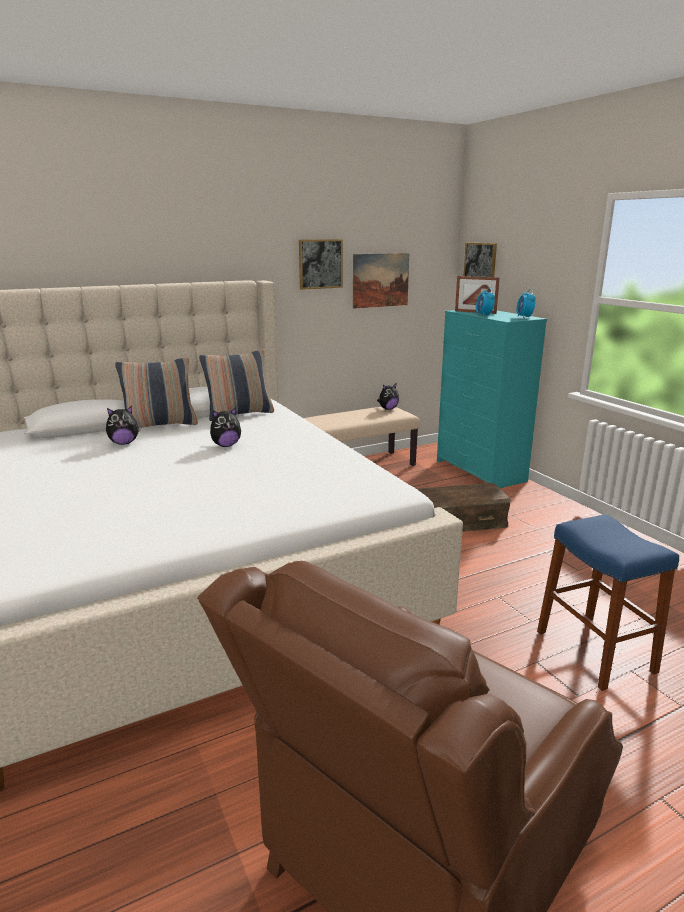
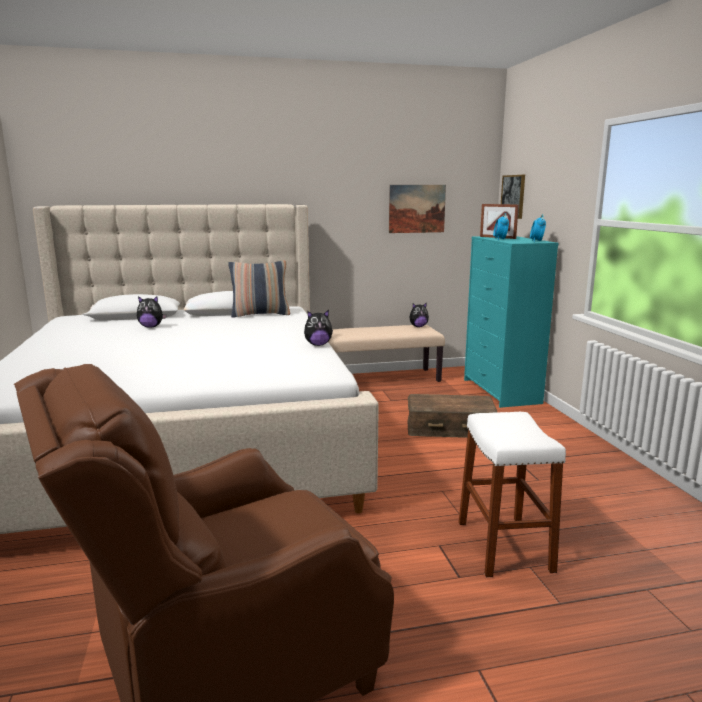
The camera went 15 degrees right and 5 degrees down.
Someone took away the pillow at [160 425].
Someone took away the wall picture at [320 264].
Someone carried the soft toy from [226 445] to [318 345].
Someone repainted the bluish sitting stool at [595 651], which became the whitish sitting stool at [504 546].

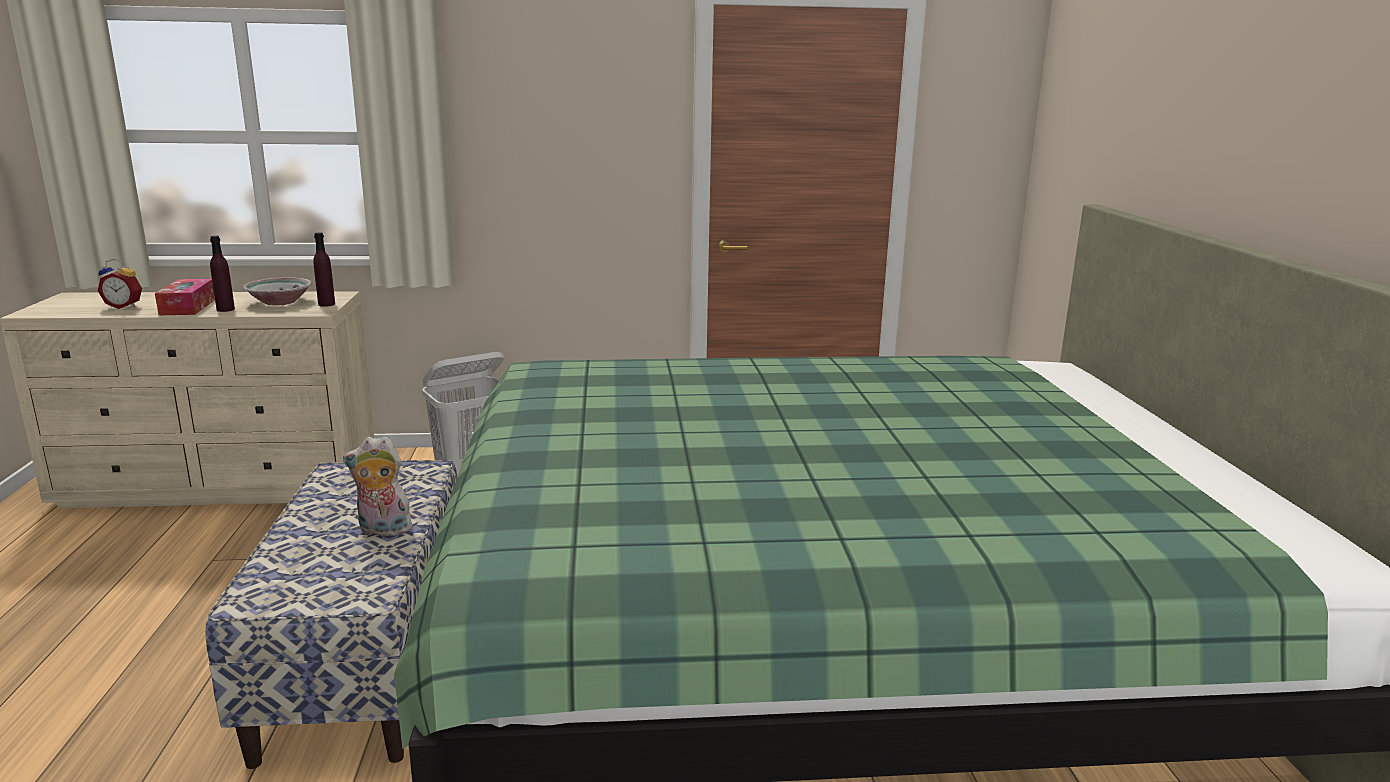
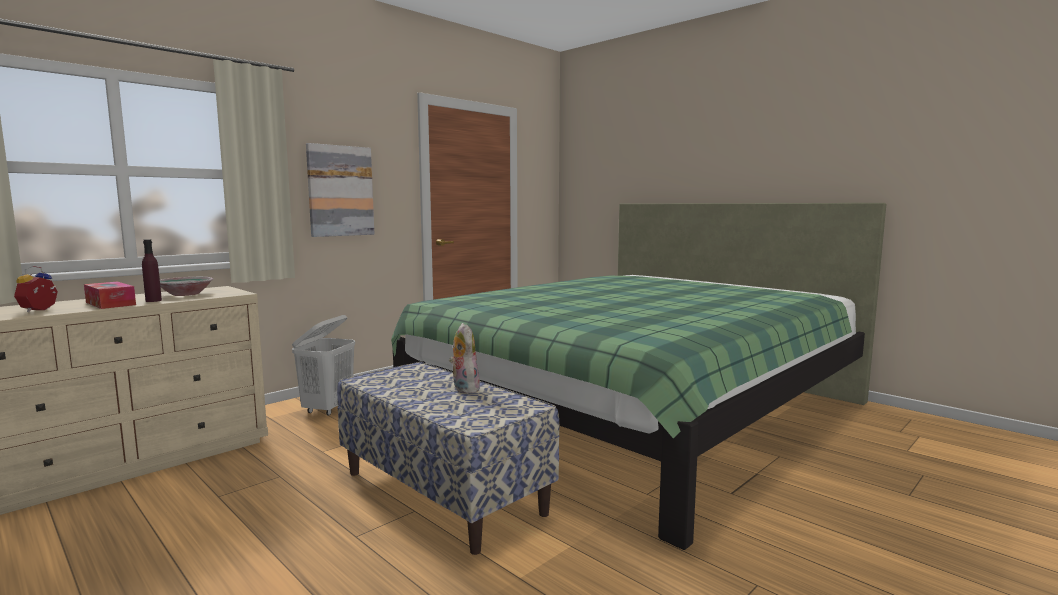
The camera went 40 degrees left and 10 degrees down.
Someone took away the purple-coloured drink bottle at [326 304].
Someone put up the wall picture at [340 191].
Someone rotated the table clock at [125 306] by 135 degrees clockwise.
Someone rotated the soft toy at [382 530] by 105 degrees clockwise.

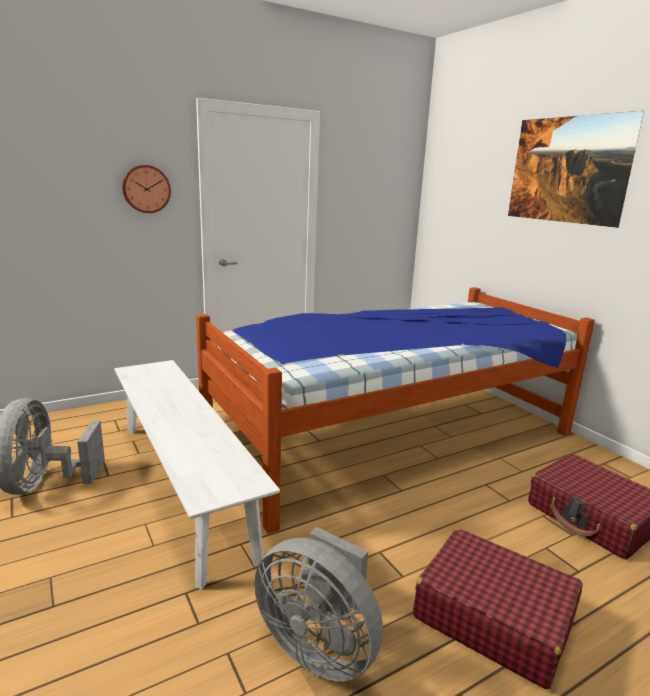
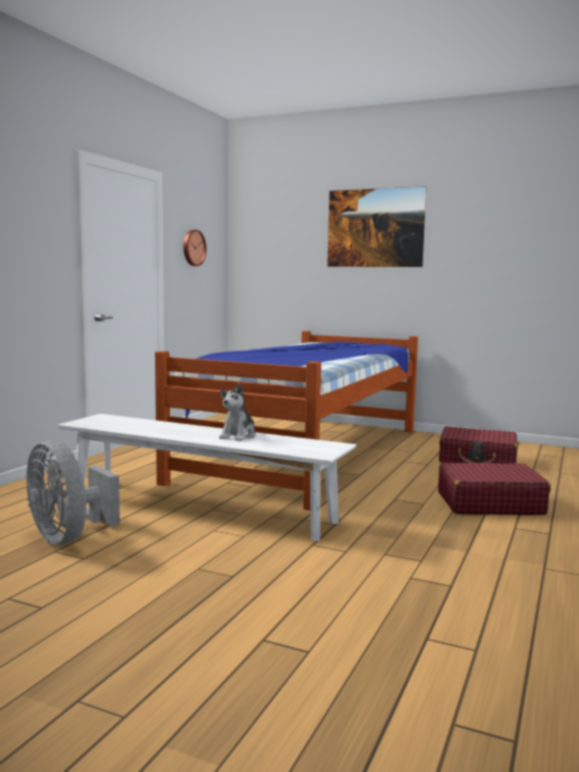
The camera went 35 degrees left and 10 degrees down.
Someone took away the gray electric fan at [319 646].
Someone put down the soft toy at [238 436].
Someone carried the clock on the wall from [146 189] to [193 248].

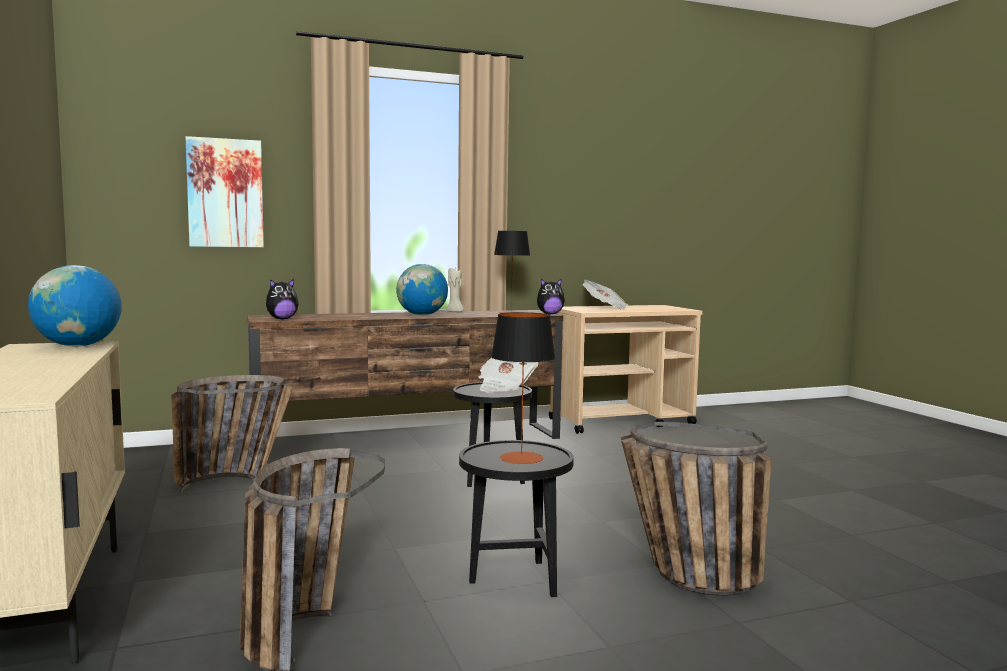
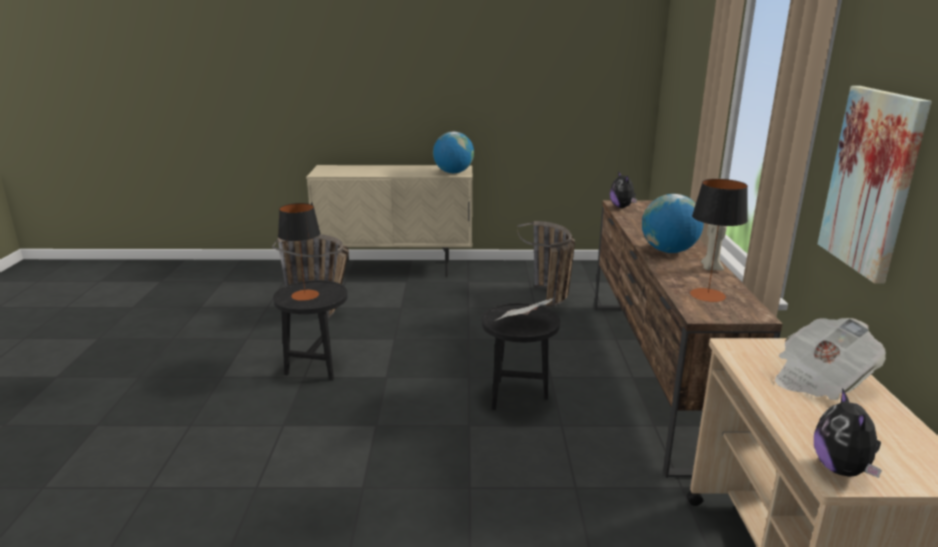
The camera went 110 degrees right and 15 degrees up.
Someone took away the storage basket at [681 575].
Someone carried the wall picture from [225 193] to [872 181].
Someone carried the soft toy from [549 314] to [842 469].

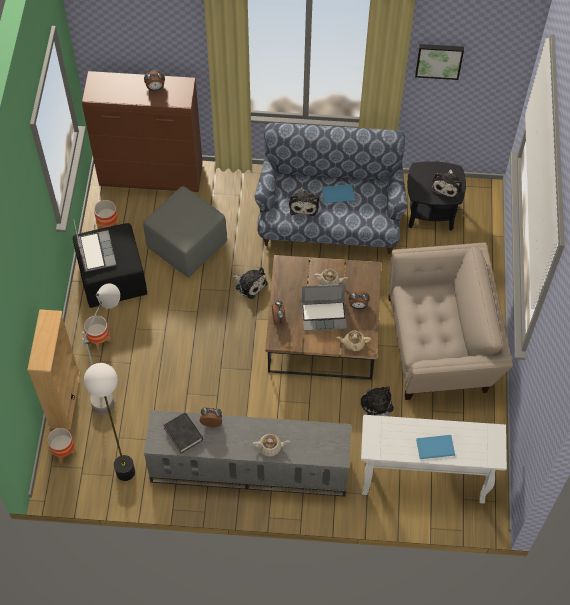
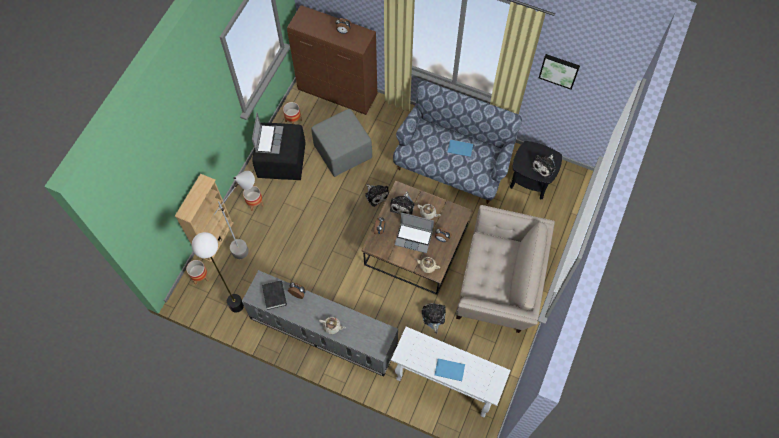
The camera went 20 degrees right and 5 degrees up.
Someone carried the soft toy from [304 204] to [403 206].

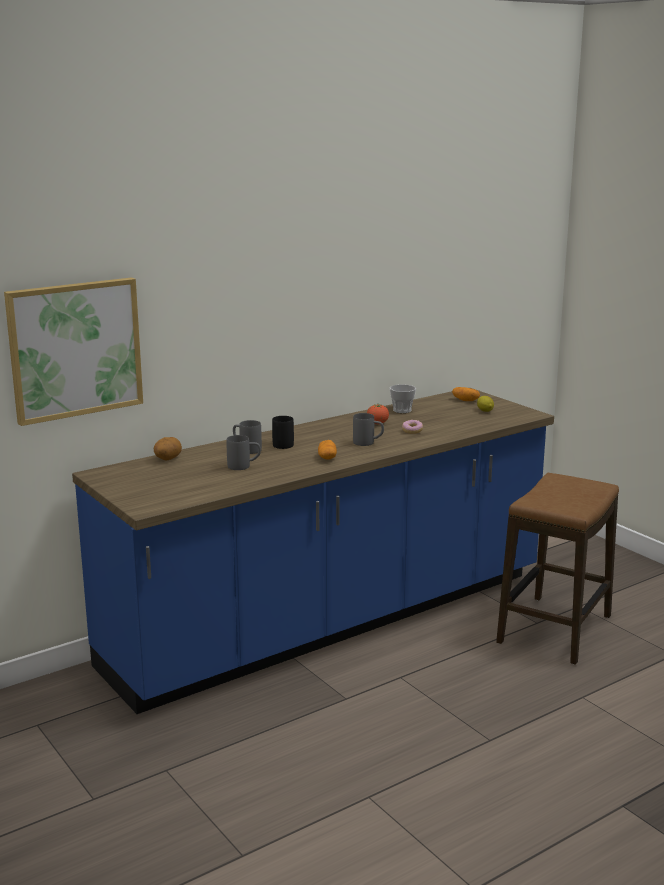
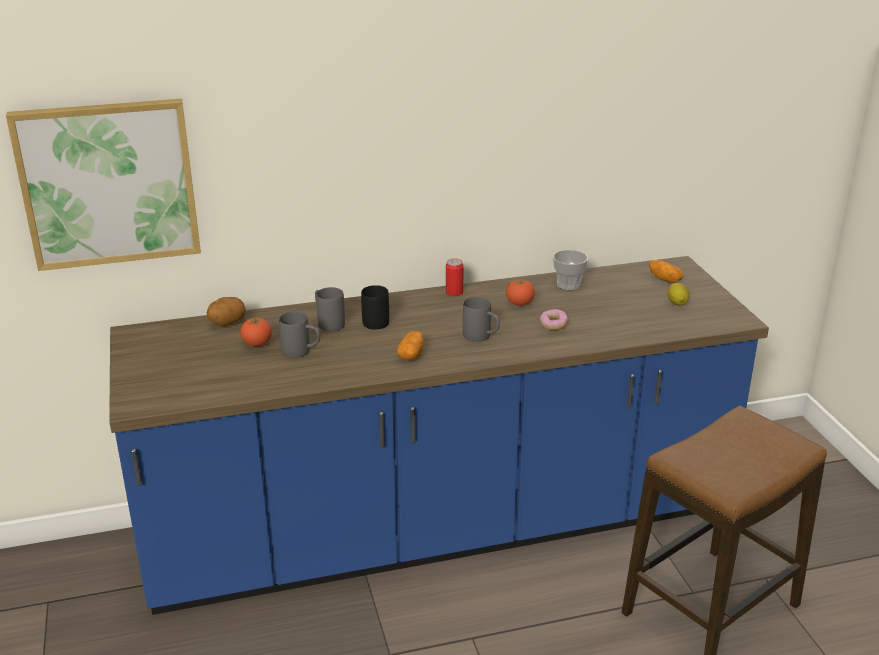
The camera went 20 degrees right and 10 degrees up.
Someone put down the whole tomato at [257 344].
Someone put down the can at [454 292].

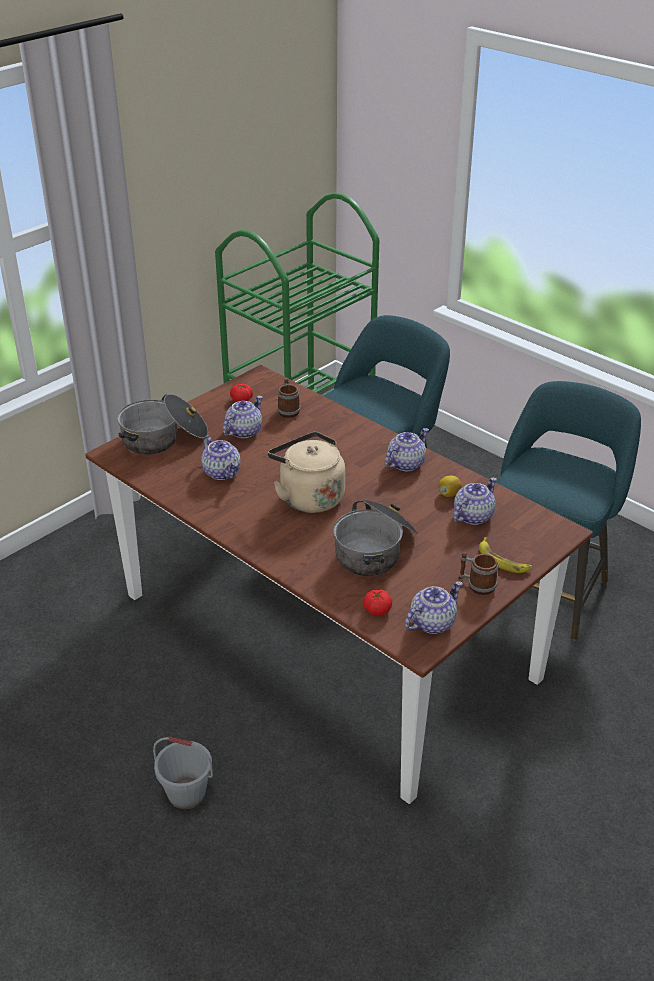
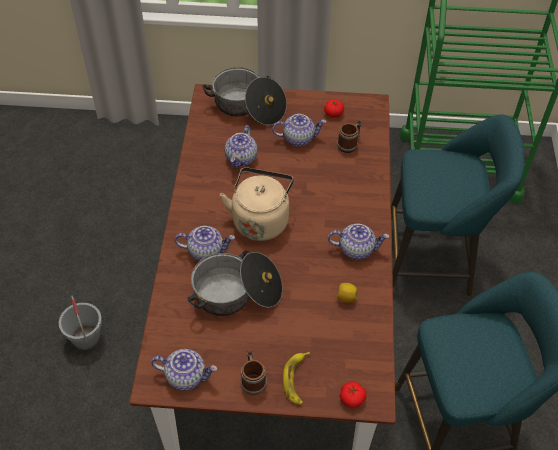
The camera went 50 degrees right and 15 degrees up.
Someone carried the whole tomato from [377 610] to [352 399].
Someone carried the pot for tea from [473 516] to [206 251].

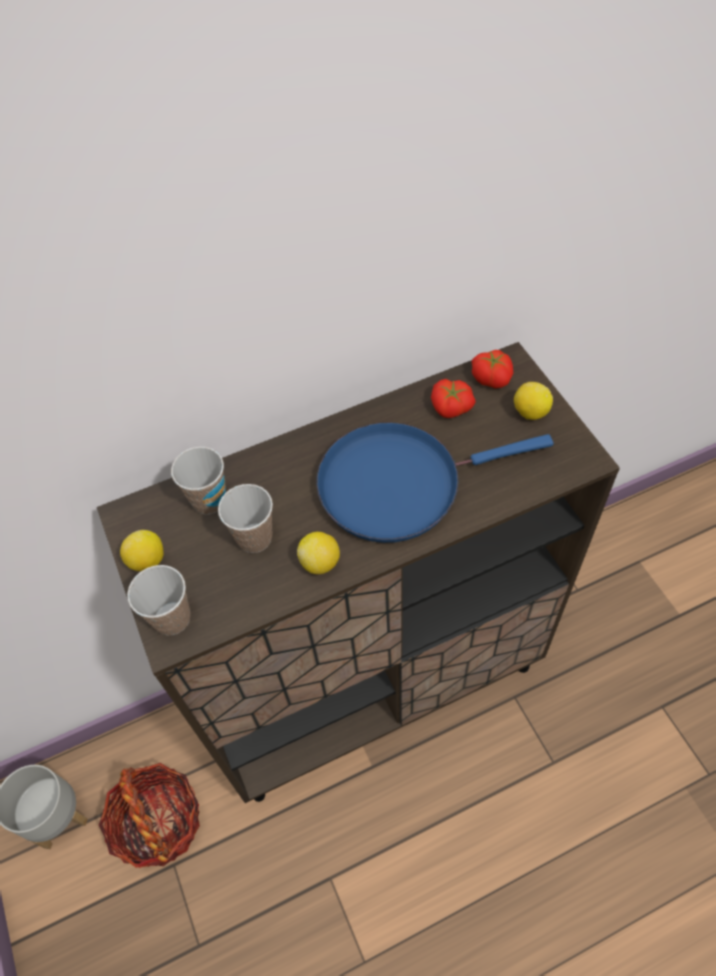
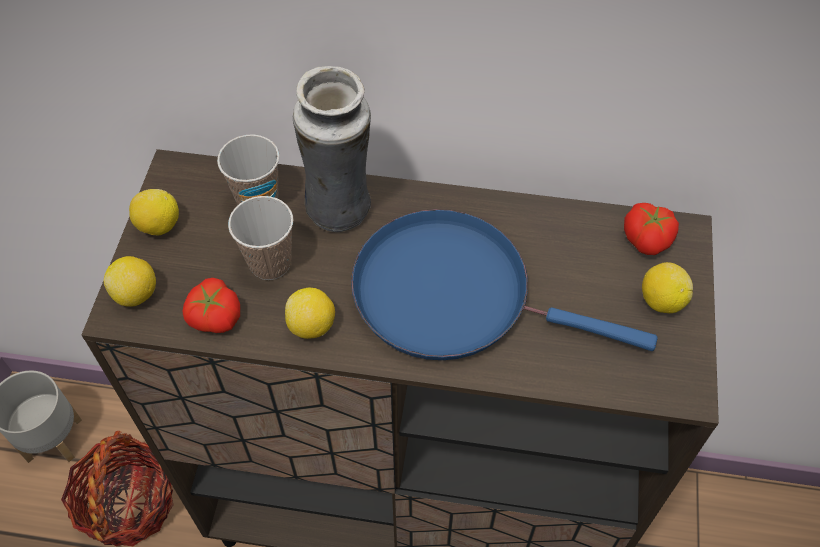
The camera went 30 degrees right and 0 degrees up.
Someone put down the vase at [340 210].
Someone carried the whole tomato from [450 408] to [214 317].
Someone swapped the cup at [172 618] for the citrus fruit at [137 294].

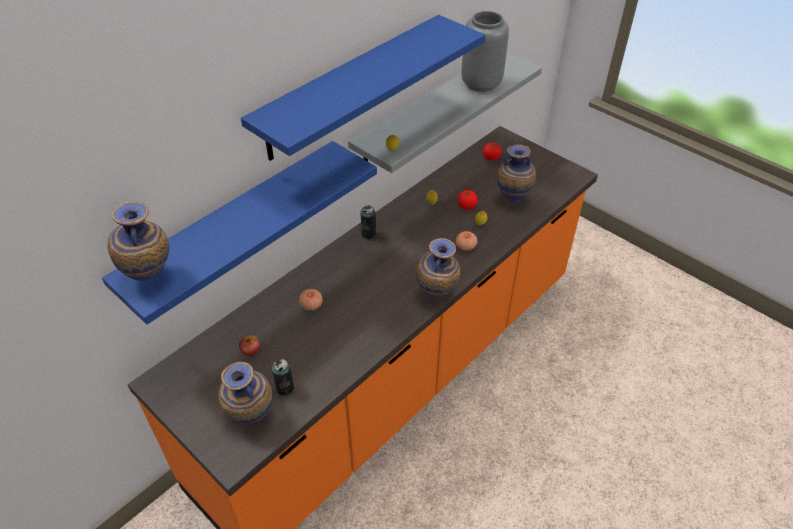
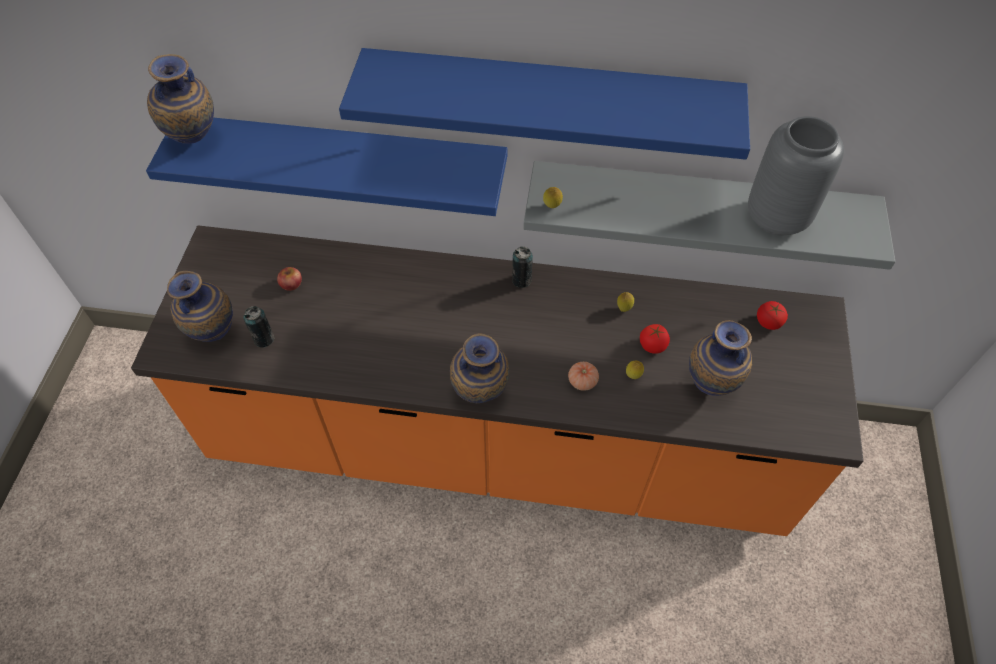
The camera went 55 degrees right and 10 degrees up.
Someone took away the whole tomato at [311 305].

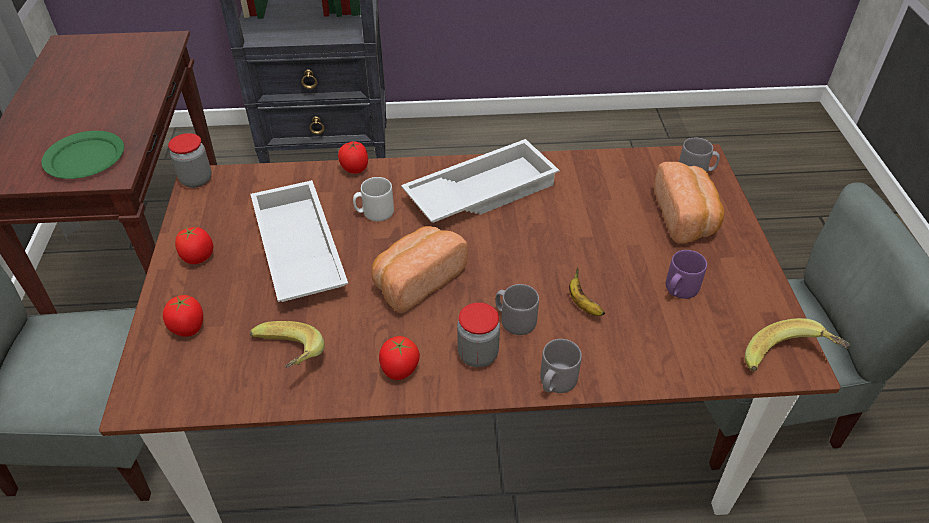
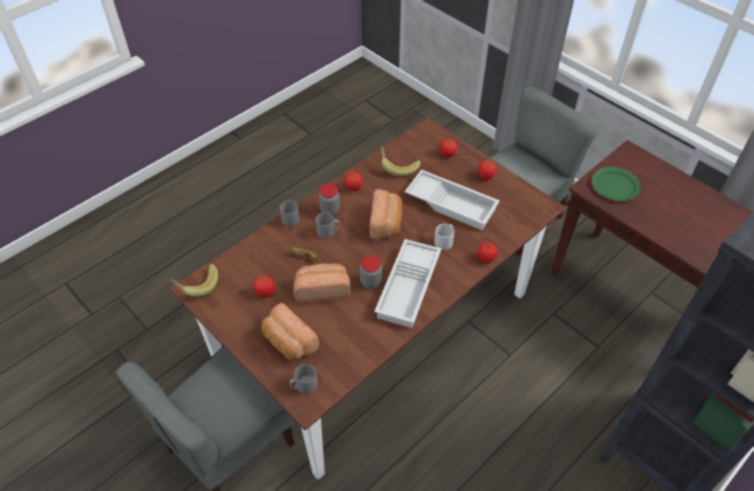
The camera went 140 degrees right and 5 degrees up.
Someone put down the bread at [322 289].
Someone carried the jar from [196 180] to [371 282].
Someone swapped the purple-coloured coffee mug at [679 289] for the whole tomato at [265 292].

